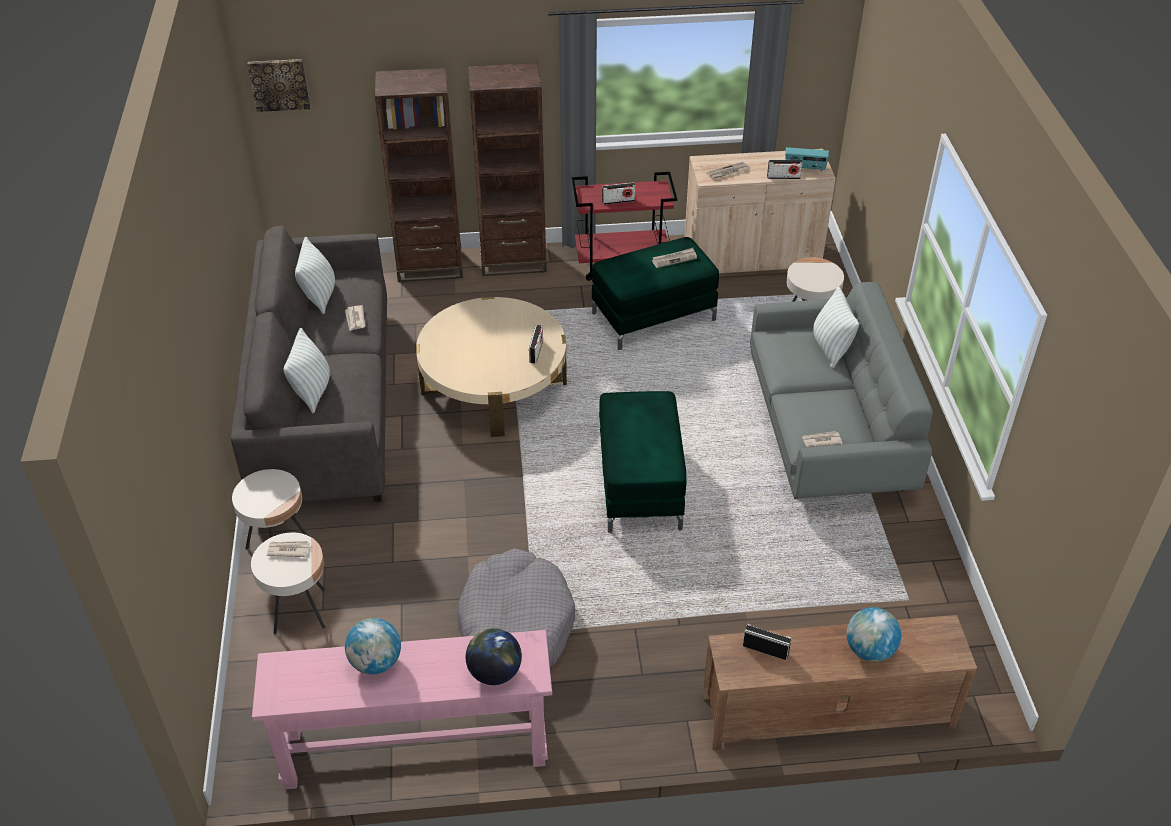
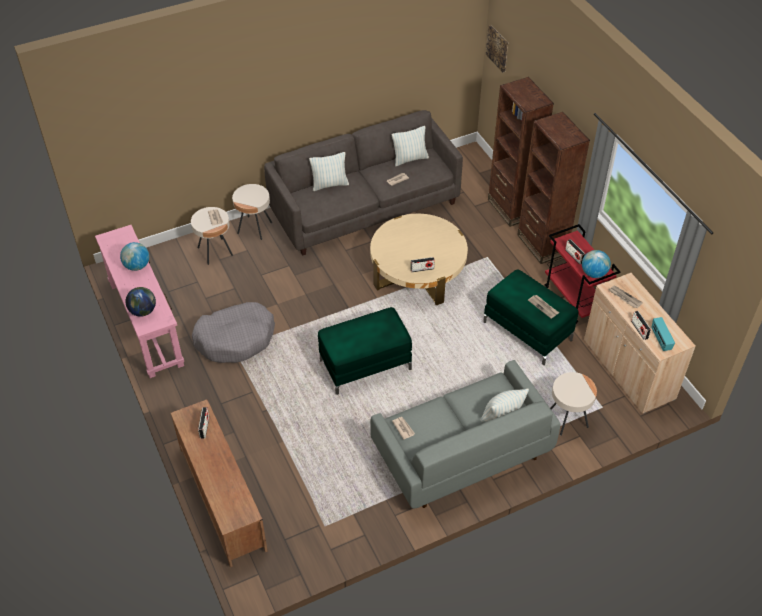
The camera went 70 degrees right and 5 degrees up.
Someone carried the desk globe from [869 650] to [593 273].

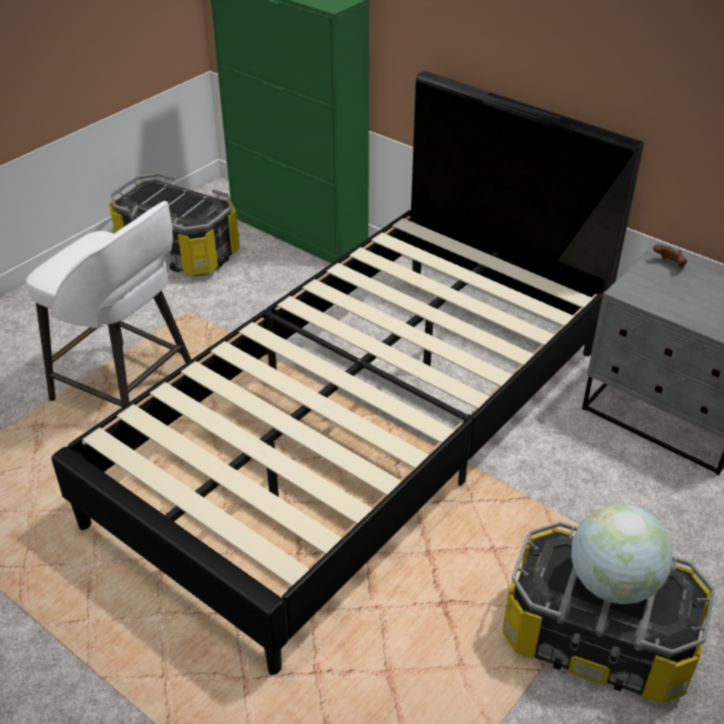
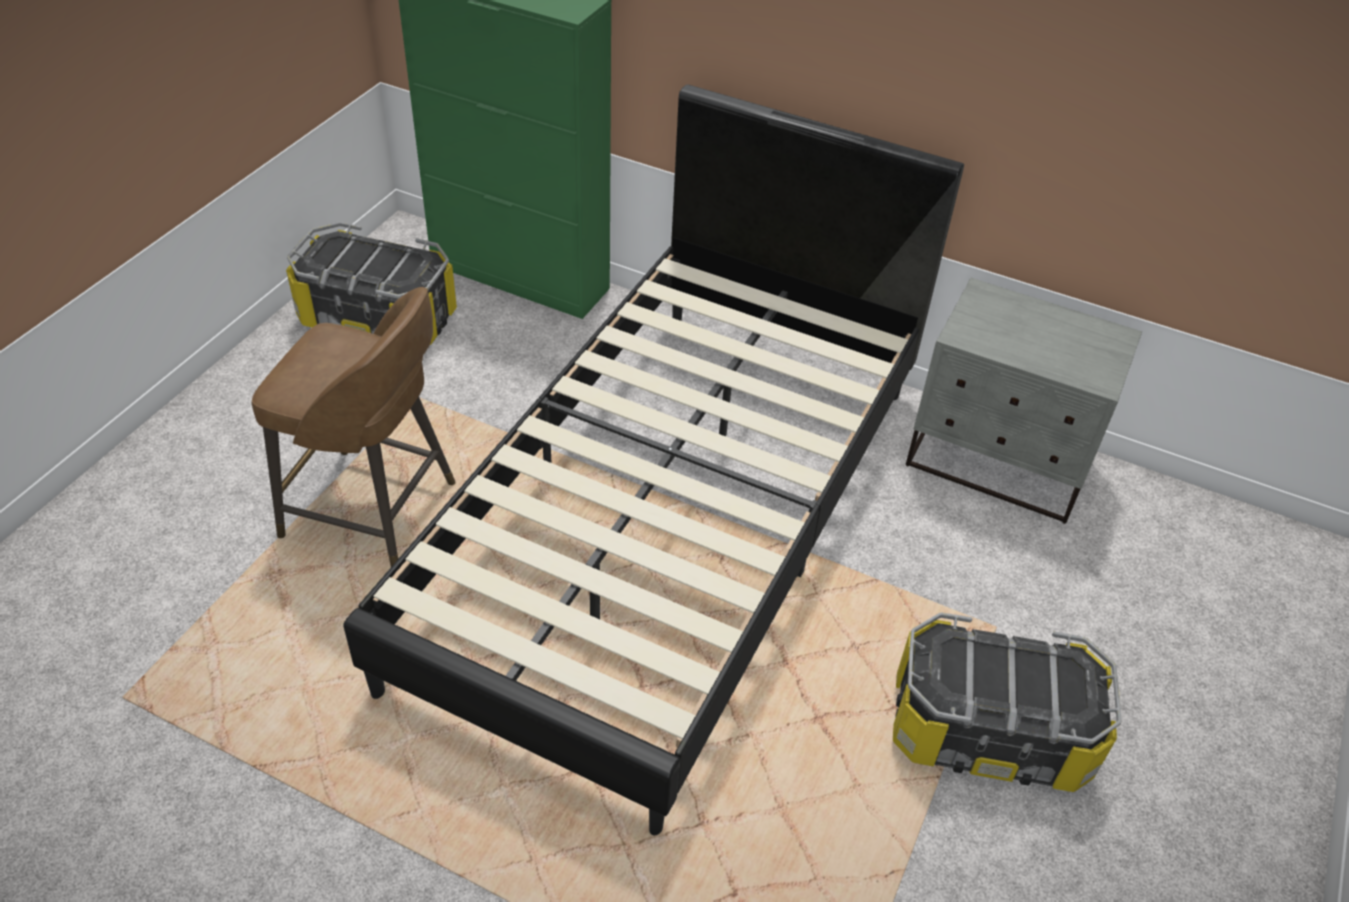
The camera went 15 degrees left and 5 degrees up.
Someone took away the desk globe at [612 583].
Someone took away the brown-coloured game controller at [669 265].
Someone repainted the whitish sitting stool at [128 390], which became the brown-coloured sitting stool at [374 511].

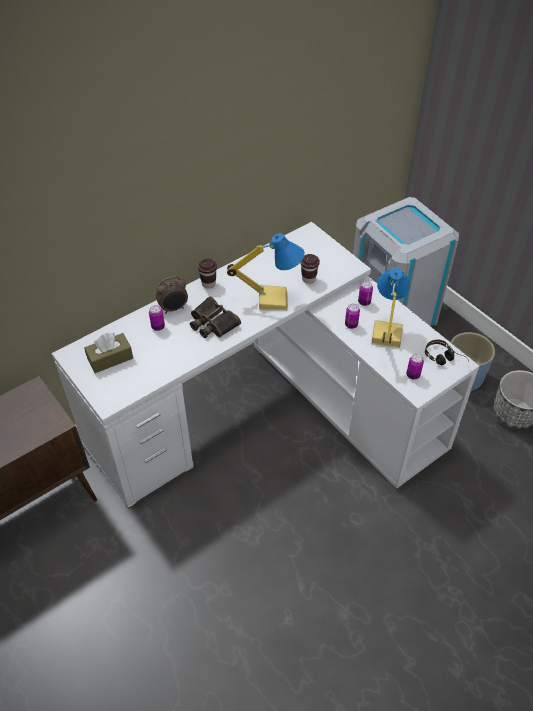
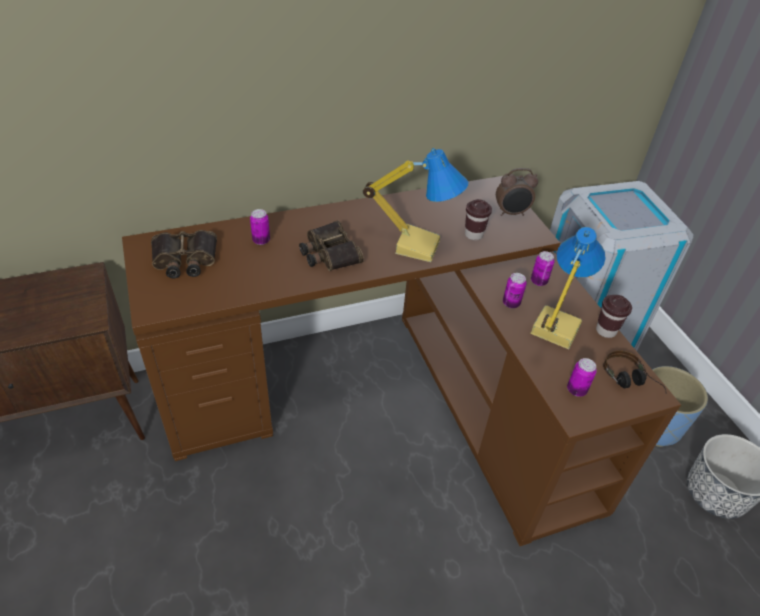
The camera went 15 degrees right and 5 degrees down.
Someone carried the table clock from [174 309] to [511 213].
Someone carried the brown-coloured cup from [208 284] to [606 331].
Someone swapped the brown-coloured box of tissues at [110 358] for the pair of binoculars at [184 260].
Someone repainted the whitish desk at [270 409], which became the brown-coloured desk at [393 394].

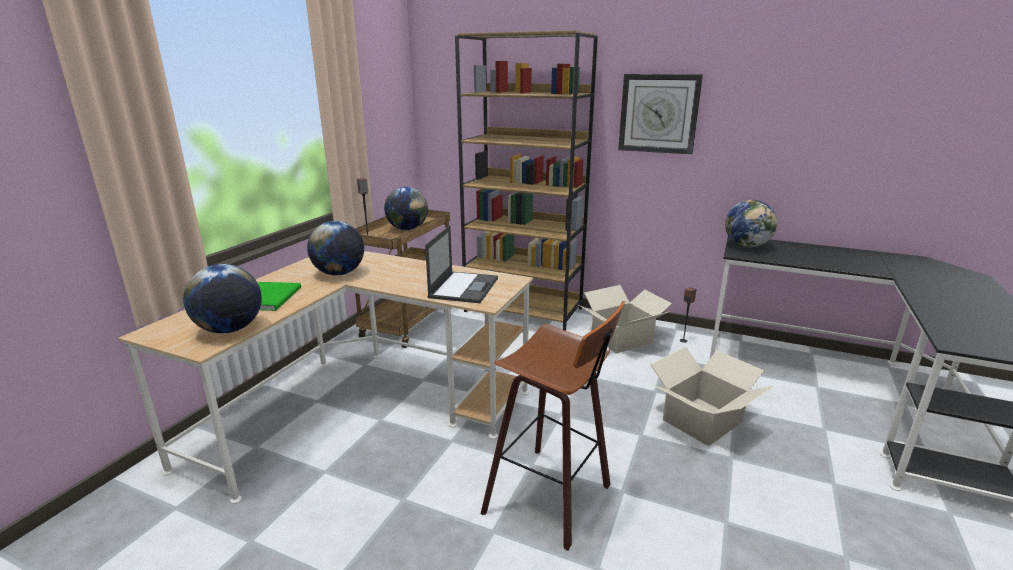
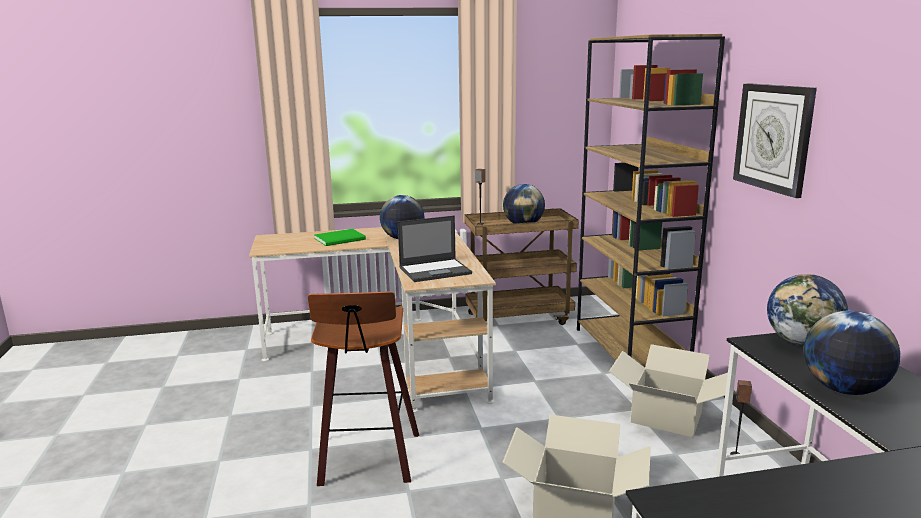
The camera went 55 degrees right and 5 degrees down.
Someone carried the desk globe from [230 329] to [843 390].

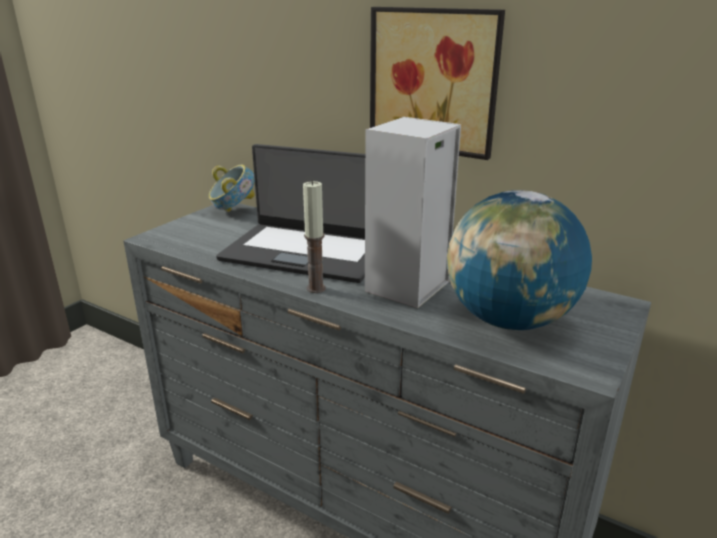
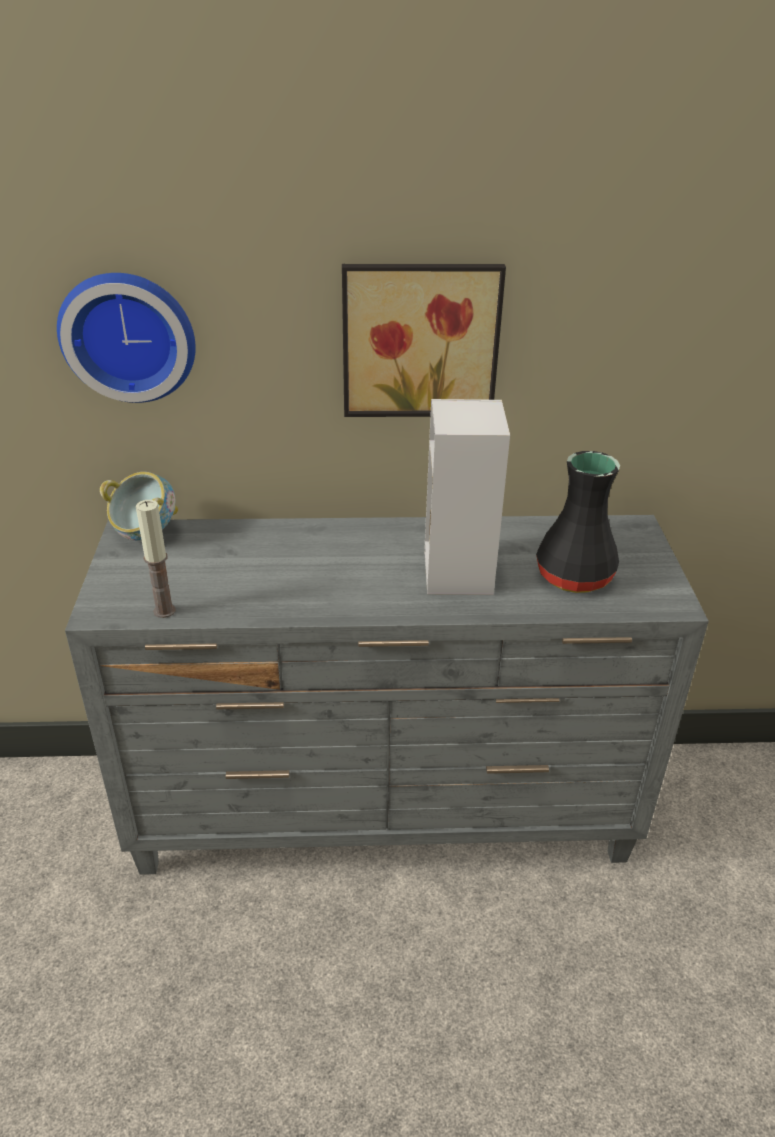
The camera went 35 degrees left and 10 degrees up.
Someone took away the portable computer at [306 252].
Someone put up the clock on the wall at [129 335].
Someone carried the wax candle from [316 288] to [164 611].
Someone swapped the desk globe at [509 320] for the blackish vase at [576 577].

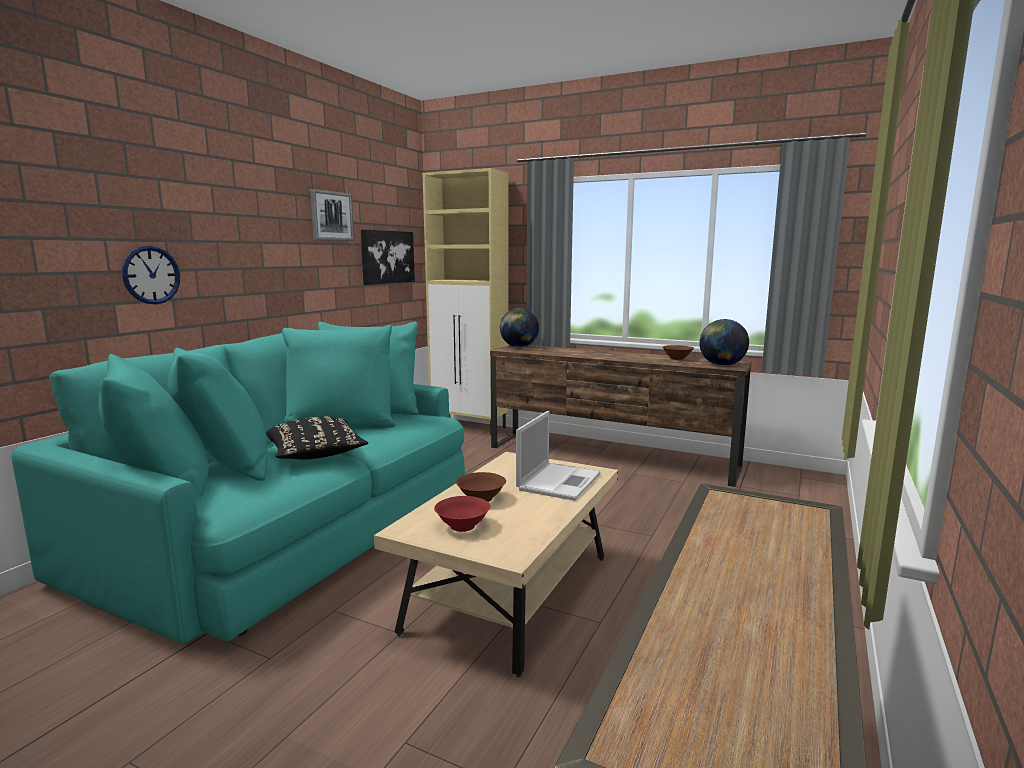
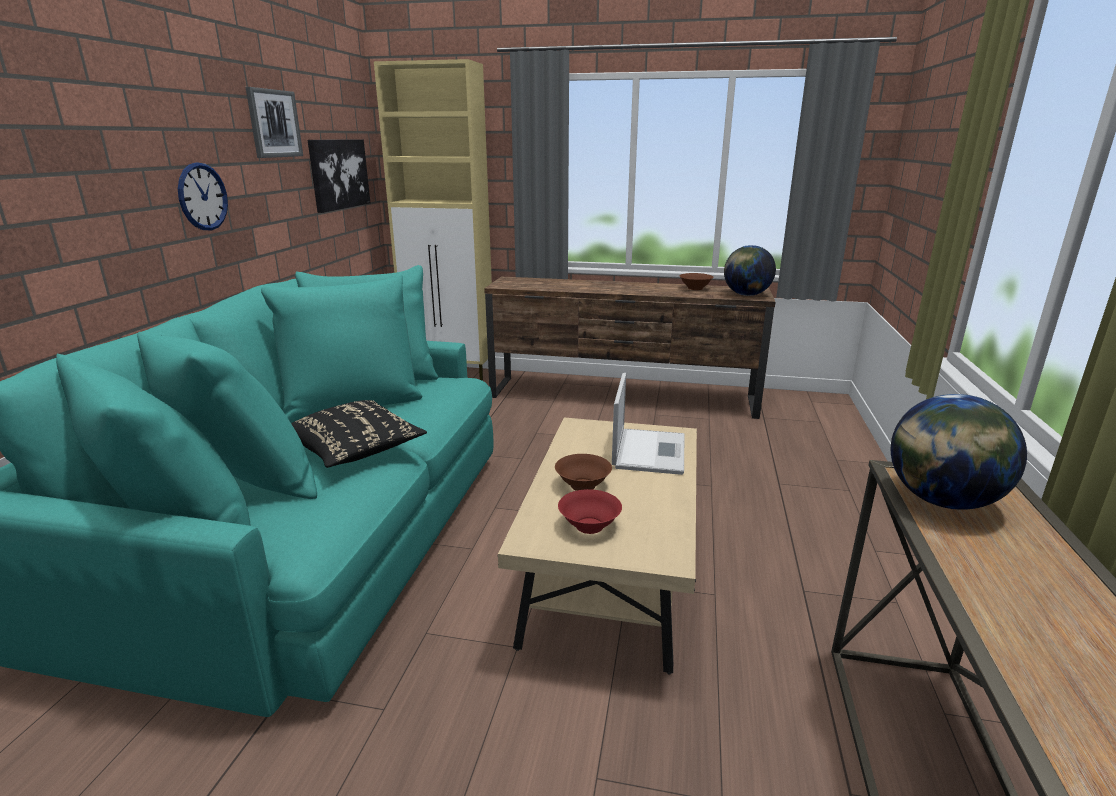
The camera went 15 degrees left and 10 degrees up.
Someone carried the clock on the wall from [151 275] to [202 197].
Someone carried the desk globe from [519 347] to [941 501].

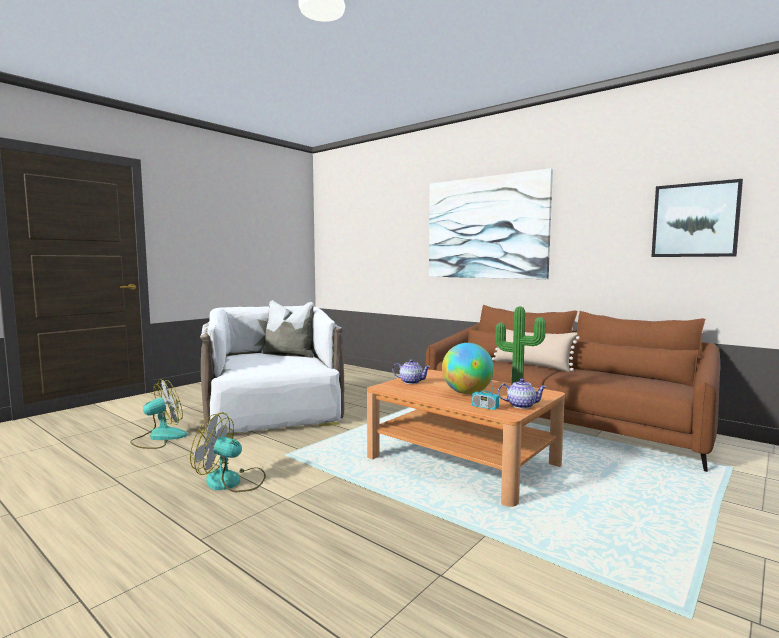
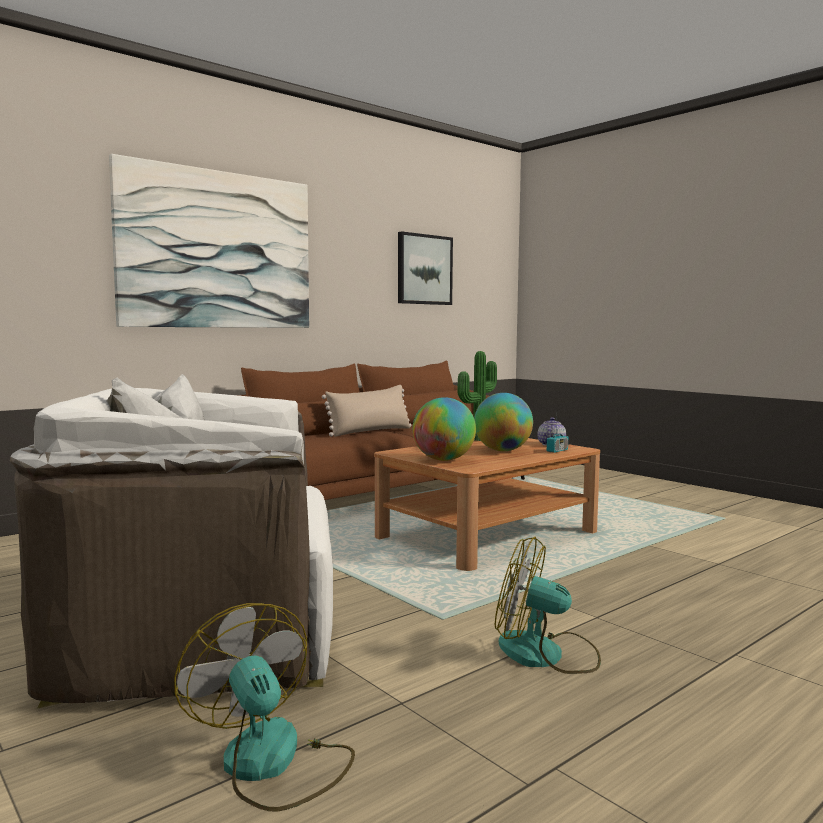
The camera went 80 degrees left and 0 degrees up.
Someone swapped the pot for tea at [411 382] for the desk globe at [443 460].
Someone rotated the electric fan at [231 482] by 90 degrees clockwise.

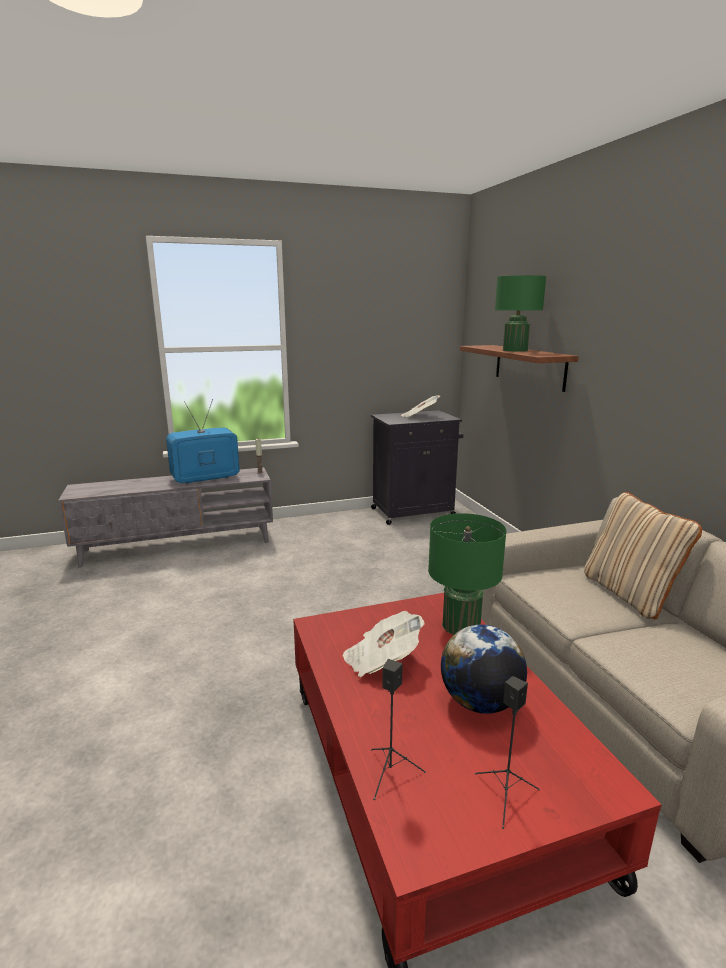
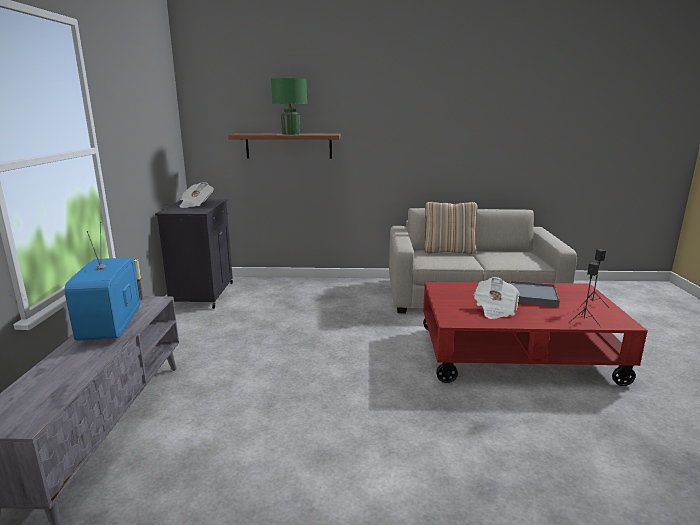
The camera went 70 degrees left and 0 degrees up.
Someone took away the greenish table lamp at [461 625].
Someone swapped the desk globe at [480 702] for the gray serving tray at [532 296].

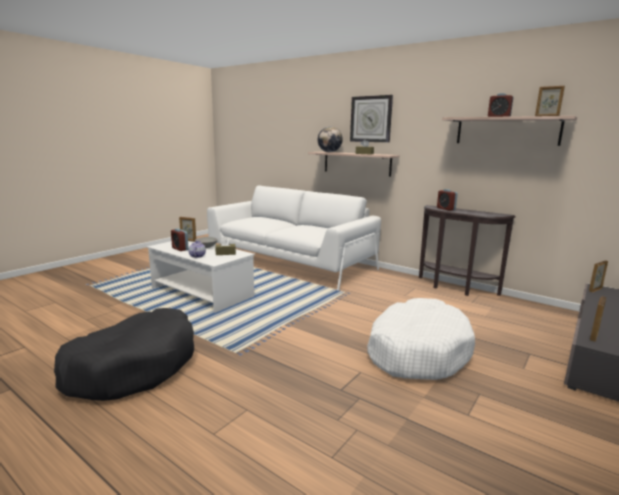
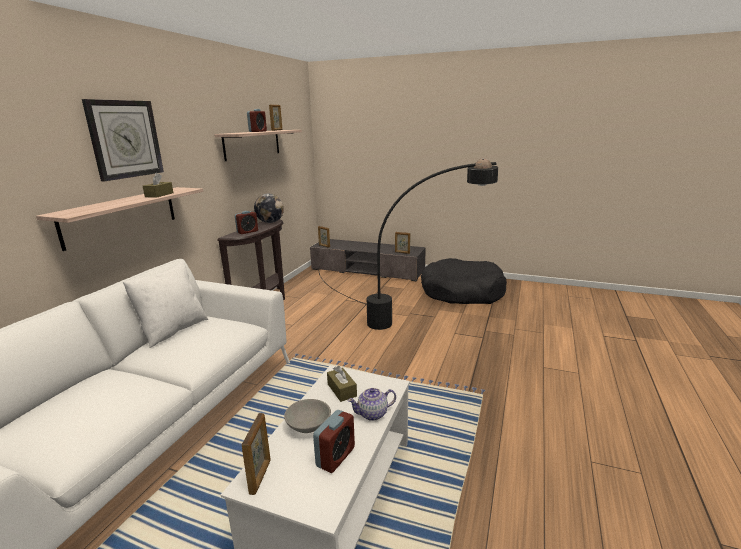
The camera went 105 degrees left and 5 degrees up.
Someone put down the whitish pillow at [173 330].
Someone carried the blackish pet bed from [133 366] to [461 292].
Someone carried the desk globe from [329 152] to [270 222].
Someone swapped the whitish pet bed at [417 351] for the blackish standing lamp at [407 316].

